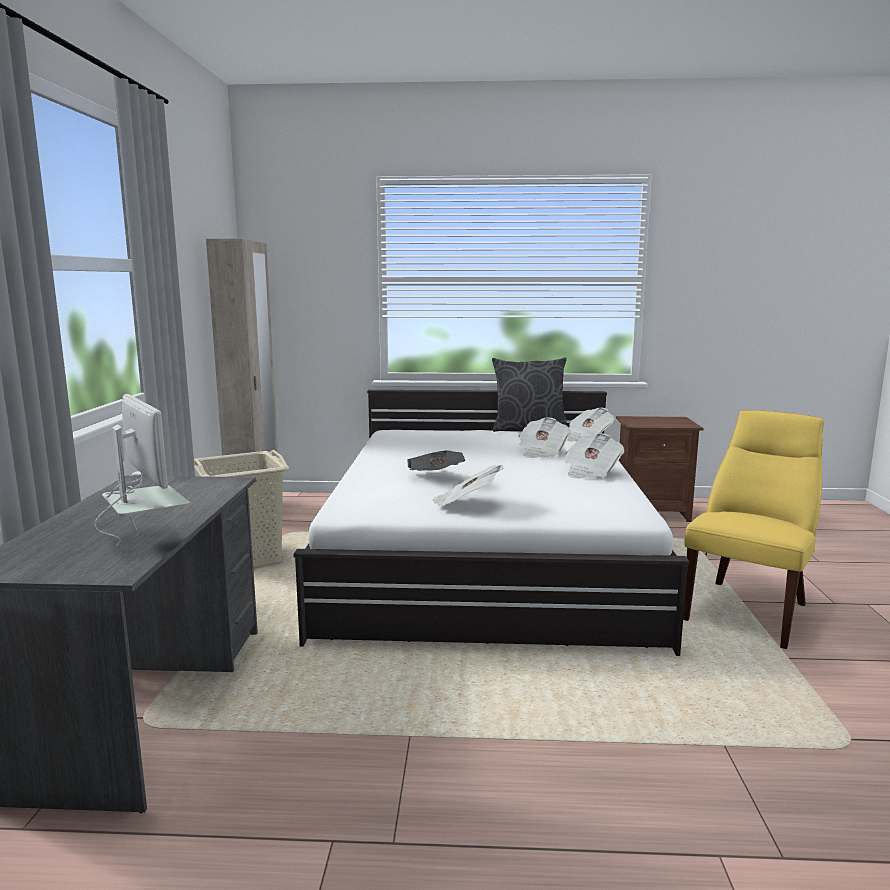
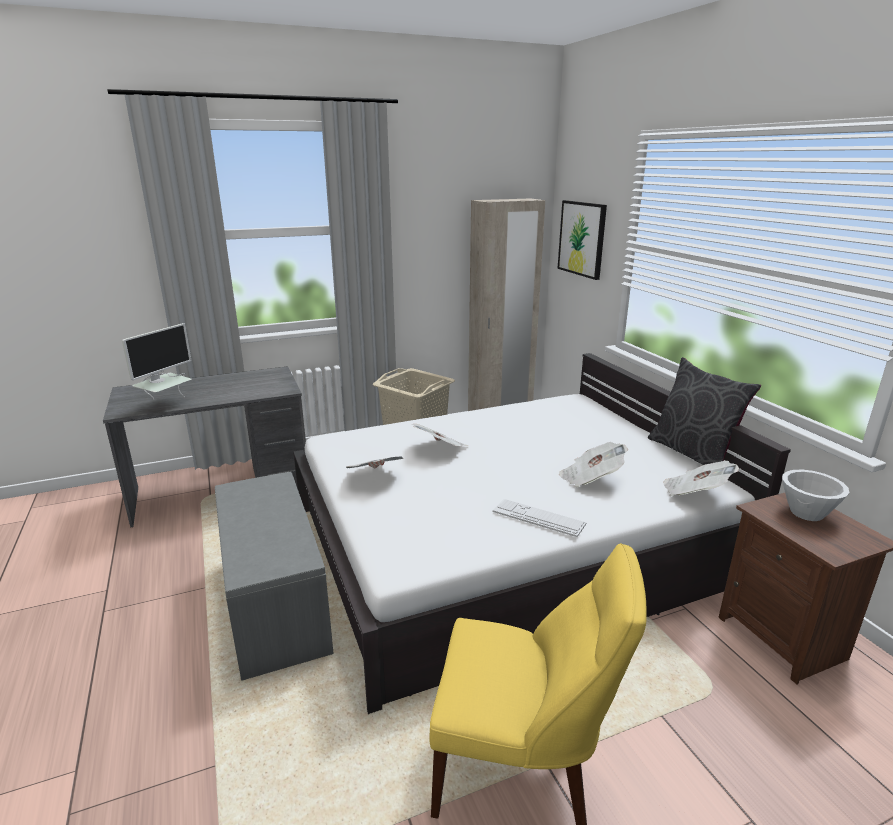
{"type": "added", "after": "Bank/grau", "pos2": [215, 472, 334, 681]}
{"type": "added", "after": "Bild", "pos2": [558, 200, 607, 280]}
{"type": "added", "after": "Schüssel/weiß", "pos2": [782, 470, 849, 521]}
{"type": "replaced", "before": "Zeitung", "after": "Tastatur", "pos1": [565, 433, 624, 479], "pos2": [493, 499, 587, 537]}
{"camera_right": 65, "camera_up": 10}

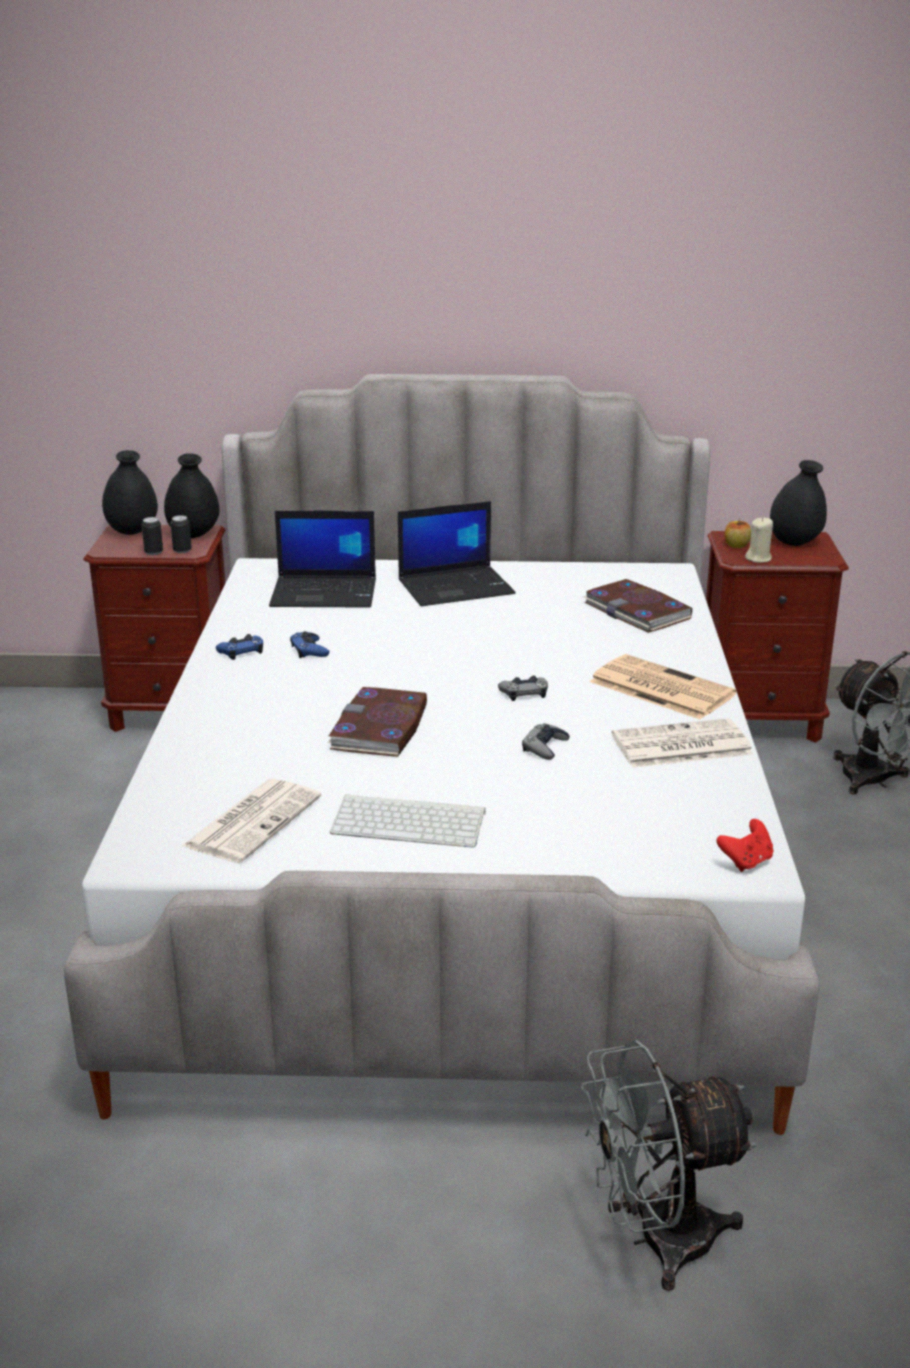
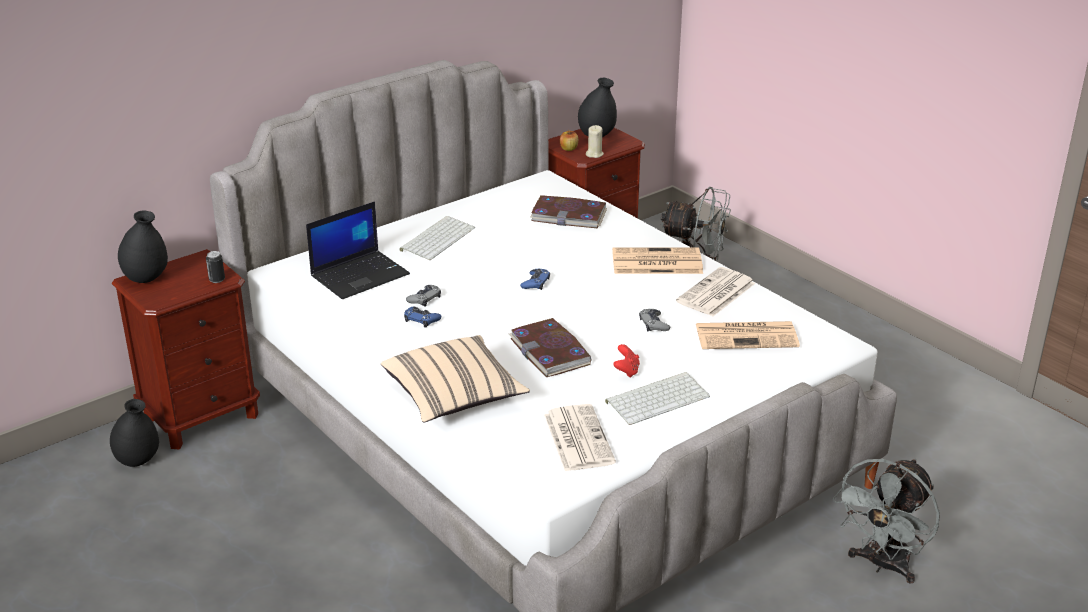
{"type": "removed", "before": "Dose", "pos1": [142, 517, 163, 555]}
{"type": "added", "after": "Kissen/beige", "pos2": [381, 335, 530, 422]}
{"type": "added", "after": "Zeitung", "pos2": [696, 321, 800, 349]}
{"type": "moved", "before": "Vase/schwarz", "pos1": [164, 453, 220, 538], "pos2": [110, 399, 159, 467]}
{"type": "moved", "before": "Gamepad/blau", "pos1": [216, 634, 263, 660], "pos2": [520, 269, 550, 290]}
{"type": "moved", "before": "Gamepad/grau", "pos1": [498, 675, 548, 701], "pos2": [406, 285, 441, 307]}
{"type": "moved", "before": "Gamepad/rot", "pos1": [716, 819, 773, 872], "pos2": [613, 344, 640, 378]}
{"type": "replaced", "before": "Laptop", "after": "Tastatur", "pos1": [398, 501, 515, 606], "pos2": [400, 216, 475, 260]}
{"camera_right": -40, "camera_up": 5}

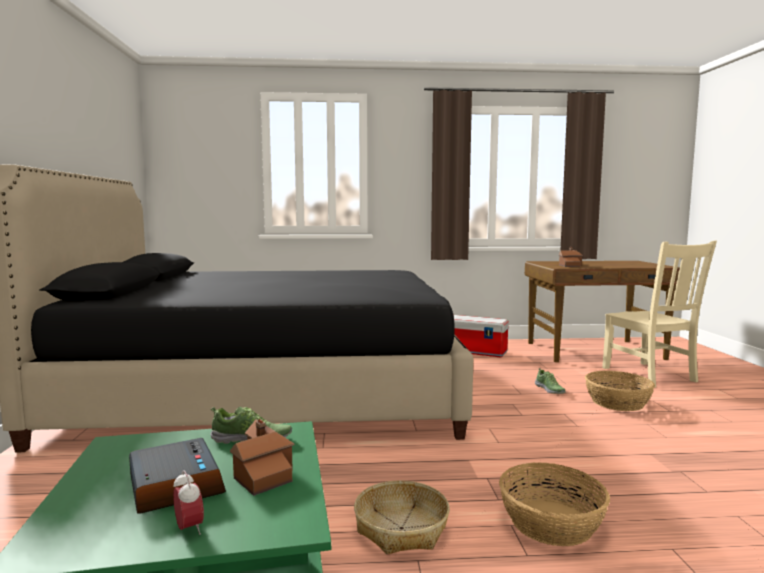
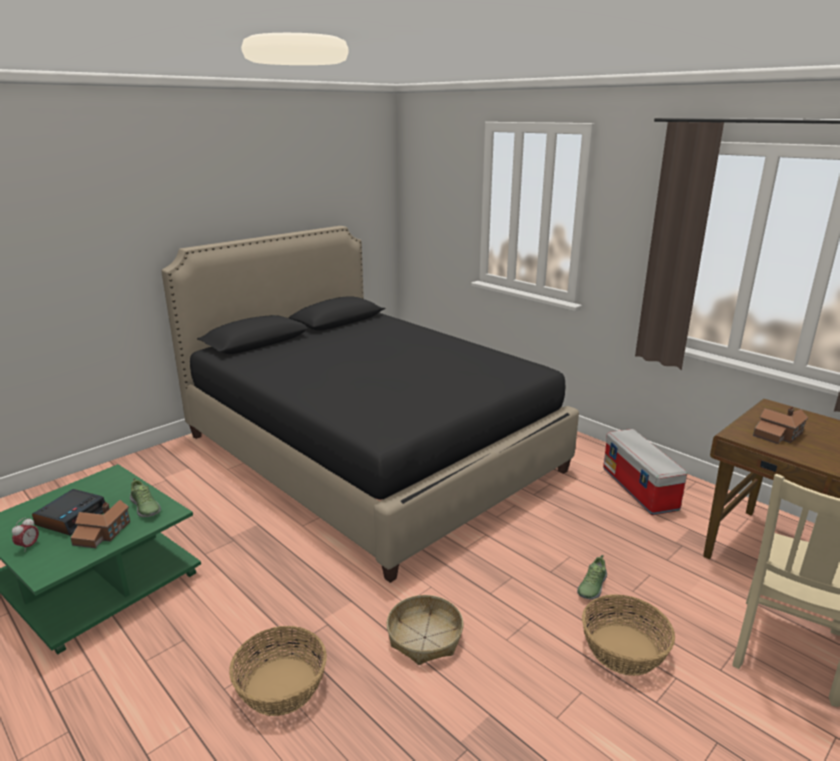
{"type": "moved", "before": "Korb", "pos1": [354, 480, 450, 554], "pos2": [387, 595, 463, 665]}
{"camera_right": 50, "camera_up": 15}

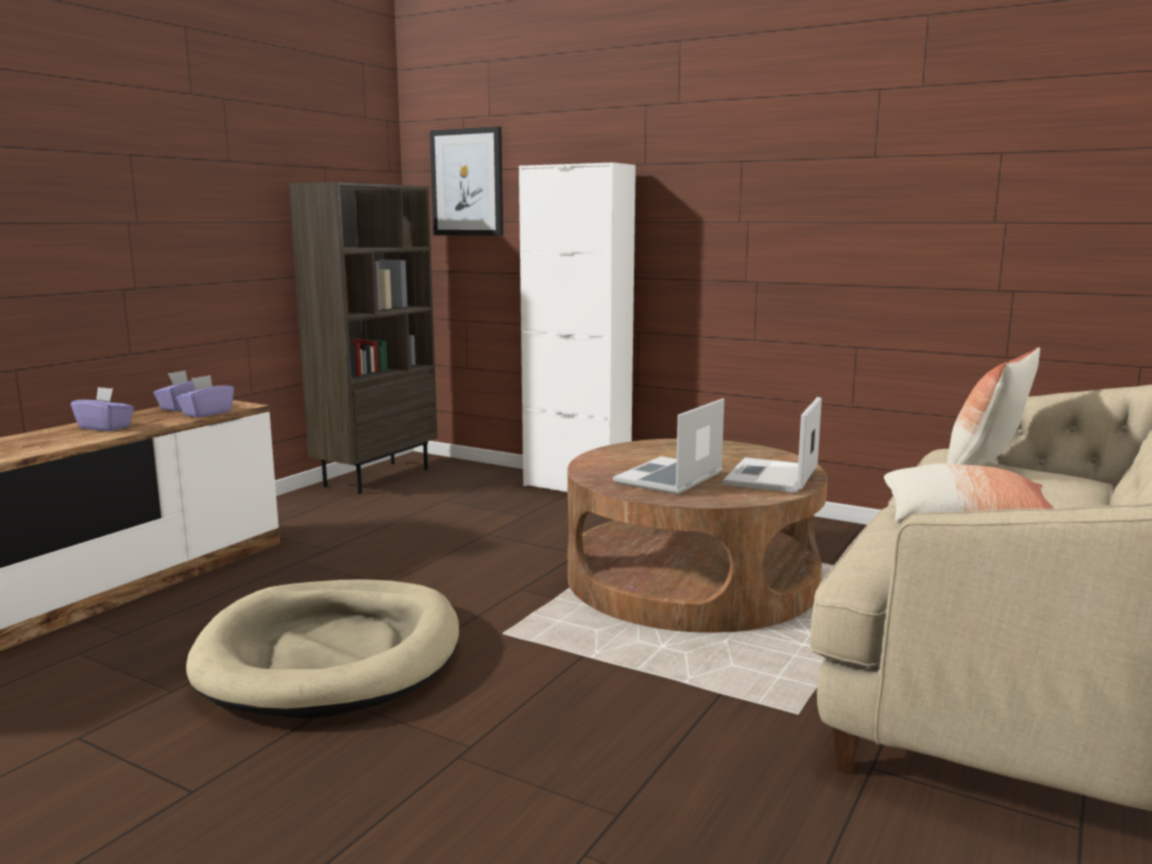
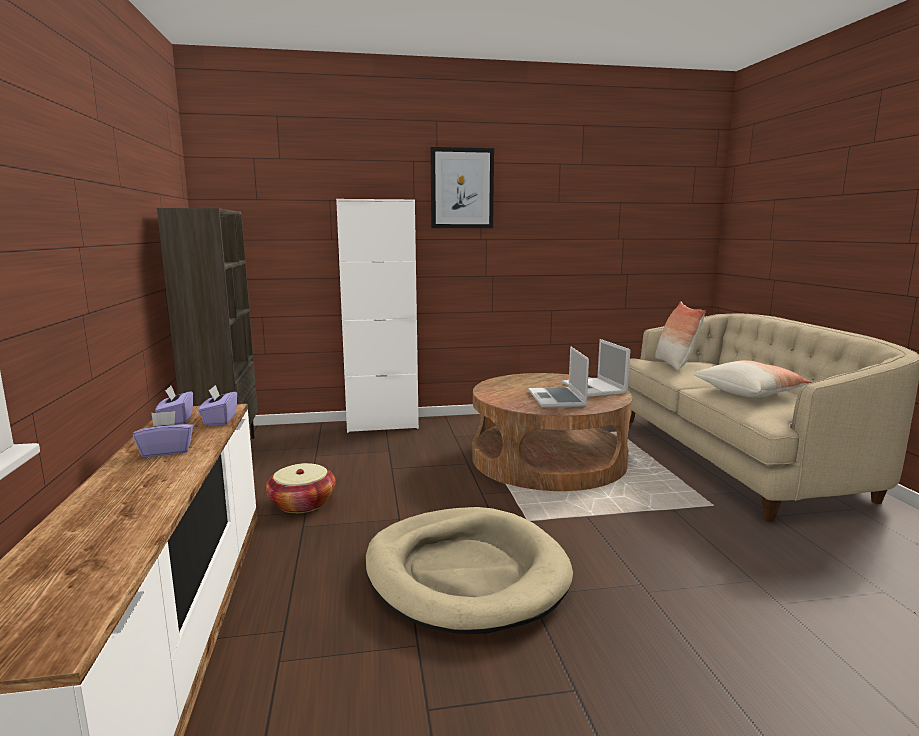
{"type": "added", "after": "Korb", "pos2": [266, 463, 336, 513]}
{"type": "moved", "before": "Bild", "pos1": [430, 126, 503, 236], "pos2": [430, 147, 494, 228]}
{"camera_right": -40, "camera_up": 0}

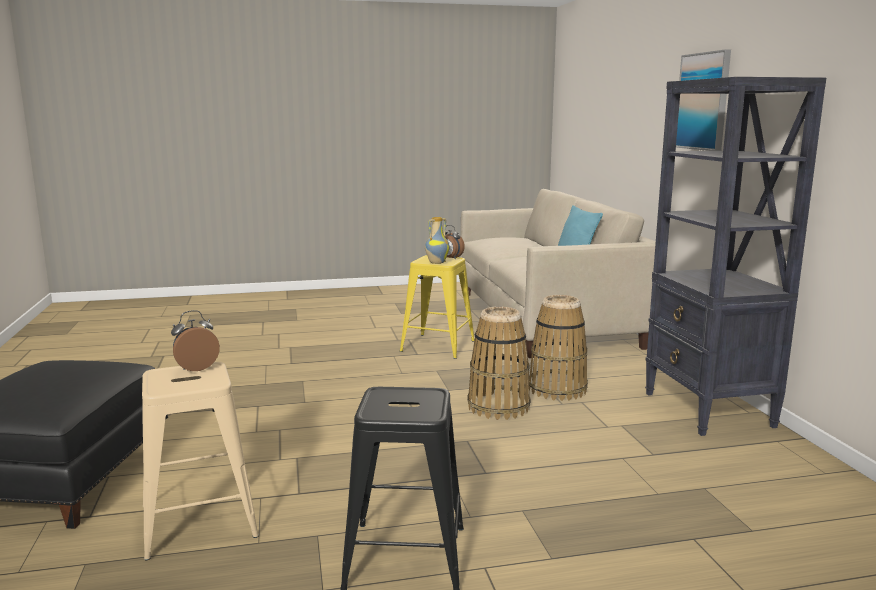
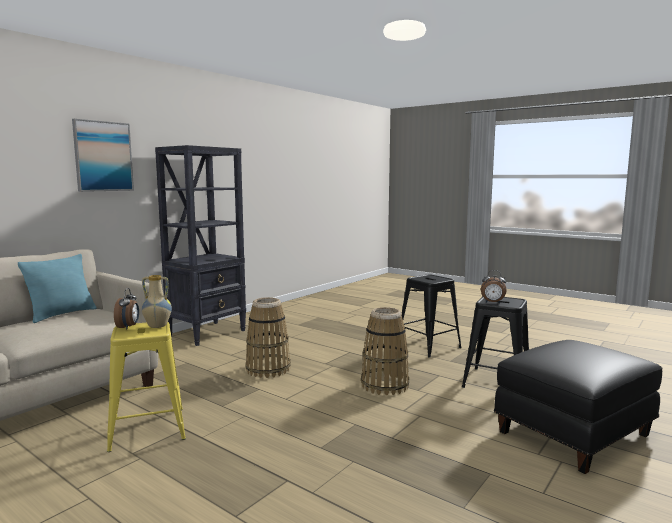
{"type": "moved", "before": "Korb", "pos1": [529, 295, 588, 401], "pos2": [361, 307, 409, 396]}
{"type": "recoloured", "before": "Hocker/beige", "after": "Hocker/schwarz", "pos1": [142, 362, 259, 560], "pos2": [462, 297, 529, 388]}
{"camera_right": -130, "camera_up": -5}

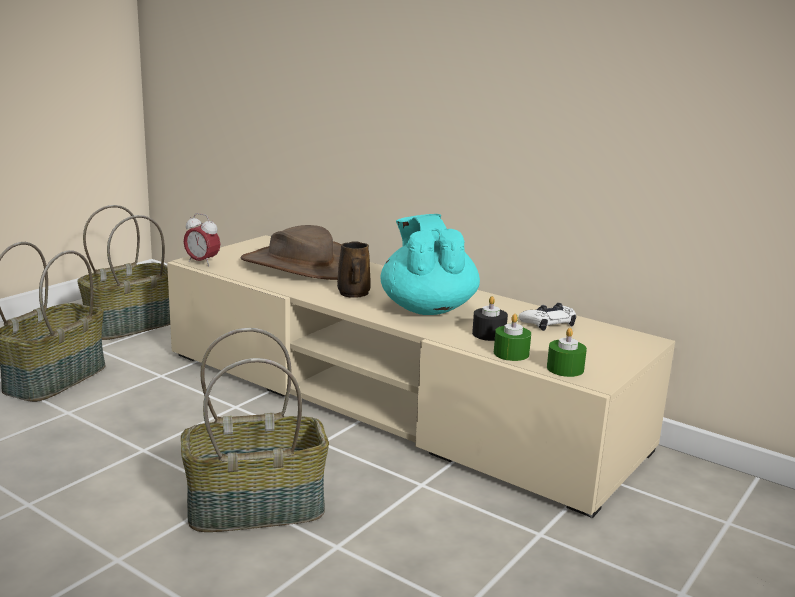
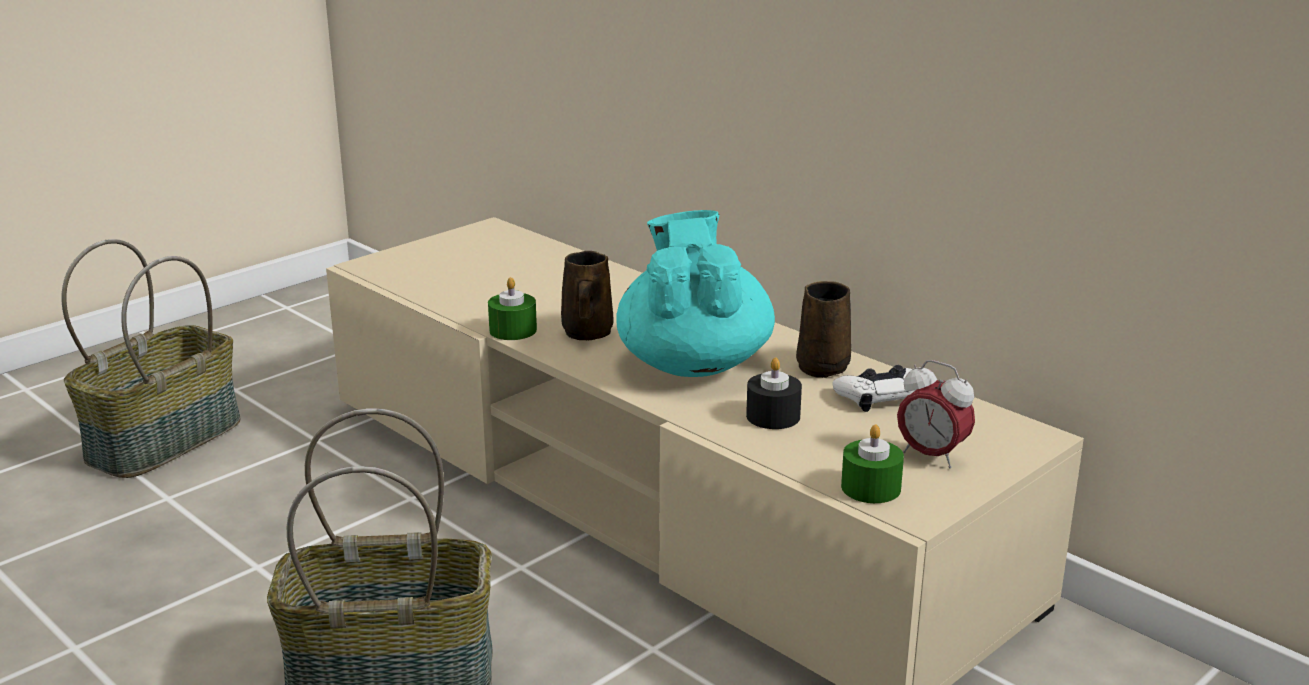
{"type": "removed", "before": "Korb", "pos1": [77, 205, 170, 340]}
{"type": "removed", "before": "Hut/braun", "pos1": [240, 225, 342, 280]}
{"type": "added", "after": "Henkelbecher/braun", "pos2": [796, 281, 851, 378]}
{"type": "moved", "before": "Wecker", "pos1": [184, 213, 220, 266], "pos2": [897, 360, 975, 469]}
{"type": "moved", "before": "Kerze/grün", "pos1": [494, 314, 531, 361], "pos2": [488, 277, 537, 340]}
{"camera_right": 10, "camera_up": 5}

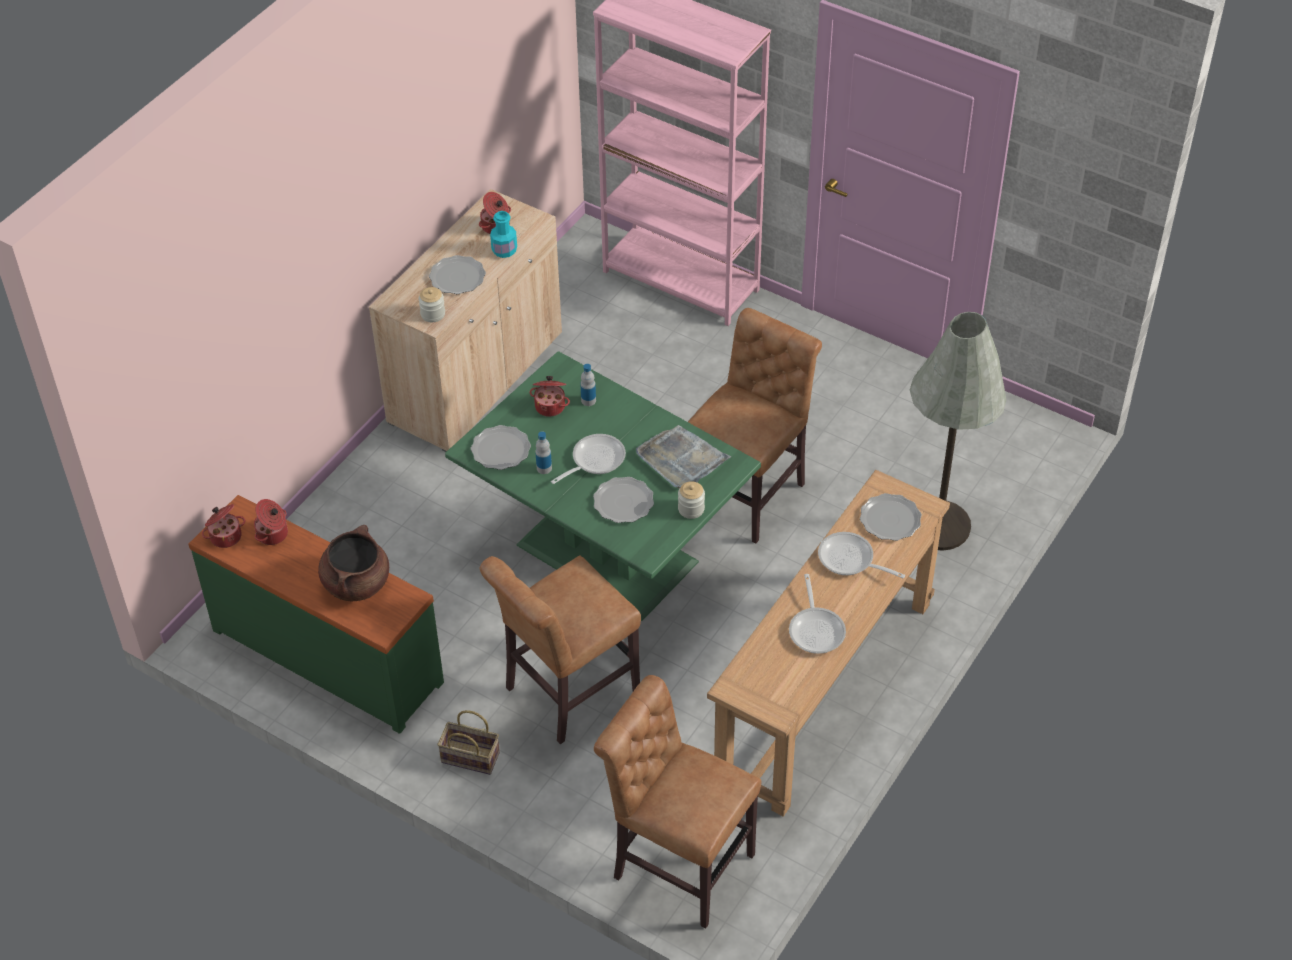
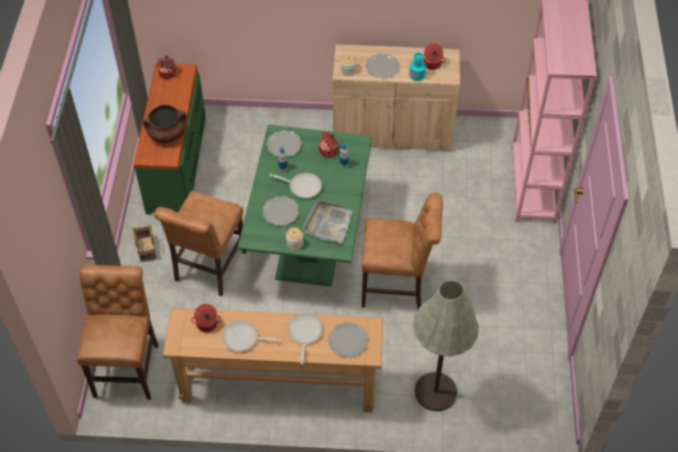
{"type": "moved", "before": "Kochtopf", "pos1": [254, 499, 288, 545], "pos2": [191, 304, 221, 332]}
{"type": "turned", "before": "Stuhl/braun", "pos1": [480, 555, 641, 744], "pos2": [154, 191, 247, 296], "turn": -90}
{"type": "turned", "before": "Pfanne", "pos1": [789, 574, 846, 654], "pos2": [222, 320, 281, 351], "turn": 45}
{"camera_right": 60, "camera_up": 5}

